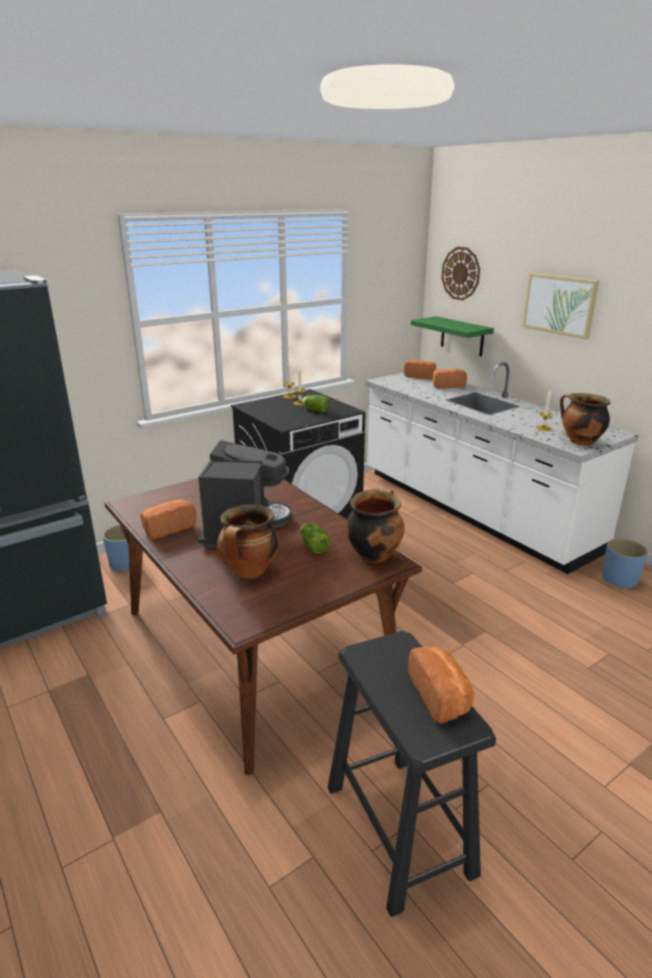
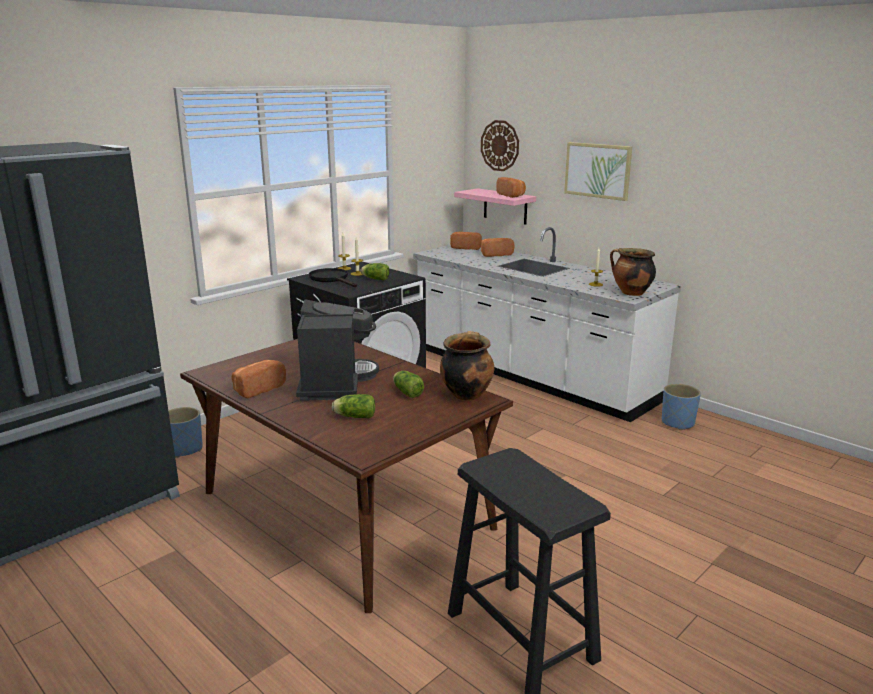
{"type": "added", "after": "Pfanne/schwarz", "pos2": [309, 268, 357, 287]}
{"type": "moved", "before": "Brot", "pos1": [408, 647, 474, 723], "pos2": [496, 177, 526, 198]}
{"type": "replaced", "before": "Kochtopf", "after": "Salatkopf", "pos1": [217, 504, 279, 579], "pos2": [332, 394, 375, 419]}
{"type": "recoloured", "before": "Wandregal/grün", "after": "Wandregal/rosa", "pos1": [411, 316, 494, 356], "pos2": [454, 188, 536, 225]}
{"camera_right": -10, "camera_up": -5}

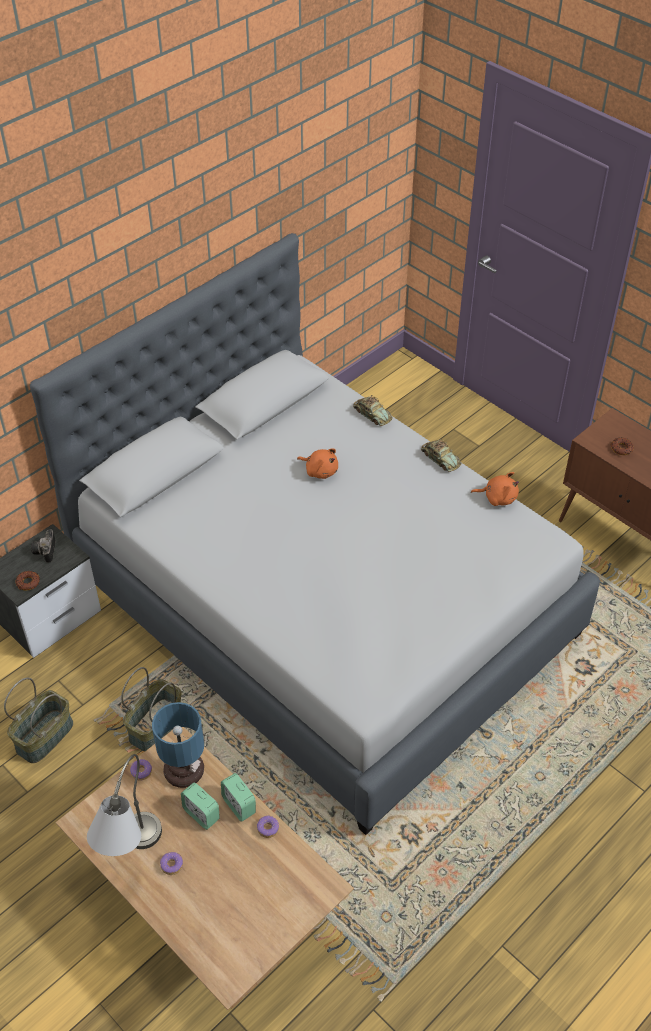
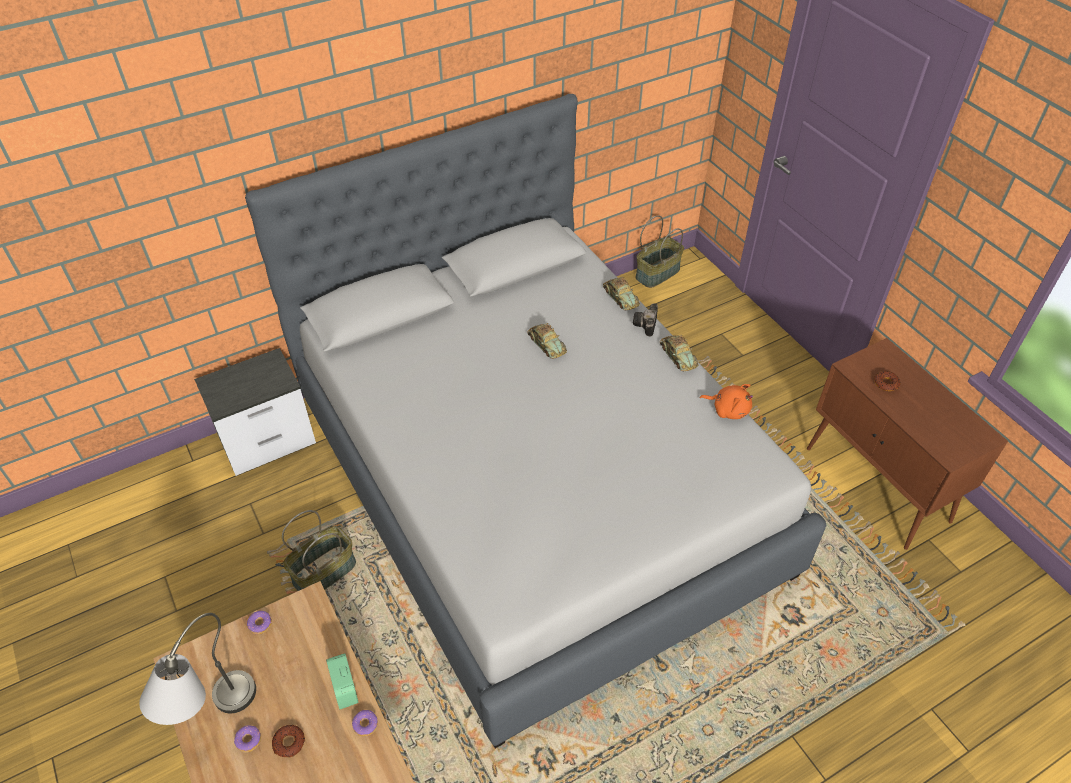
{"type": "removed", "before": "Tischlampe", "pos1": [152, 702, 204, 788]}
{"type": "removed", "before": "Wecker", "pos1": [181, 783, 220, 830]}
{"type": "moved", "before": "Korb", "pos1": [4, 678, 73, 763], "pos2": [636, 215, 684, 288]}
{"type": "moved", "before": "Donut", "pos1": [15, 571, 40, 590], "pos2": [272, 725, 305, 757]}
{"type": "moved", "before": "Kamera", "pos1": [31, 530, 56, 562], "pos2": [633, 303, 658, 337]}
{"type": "replaced", "before": "Plüschtier/orange", "after": "Spielzeugauto", "pos1": [297, 448, 338, 479], "pos2": [527, 323, 567, 359]}
{"camera_right": 15, "camera_up": 0}

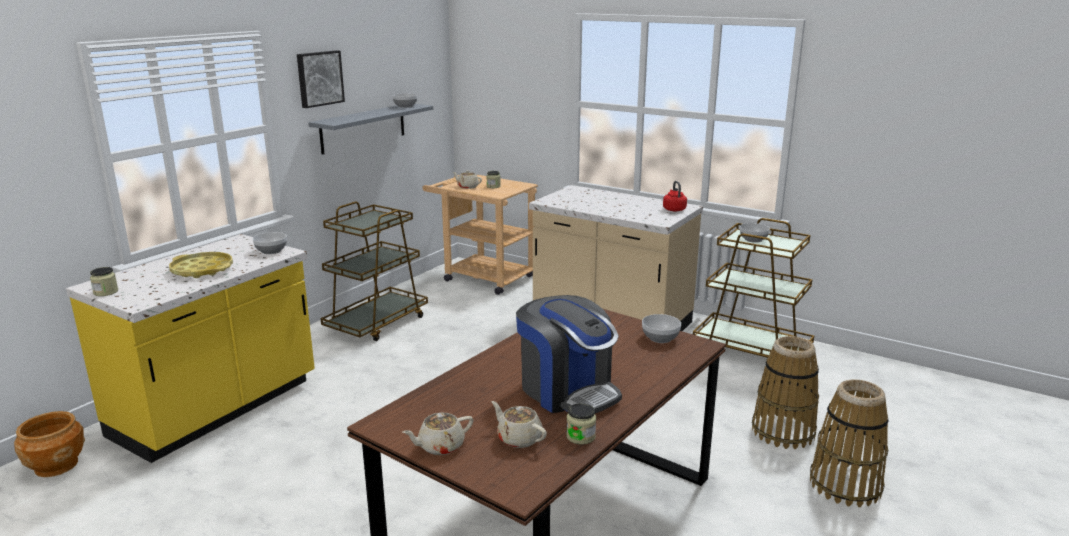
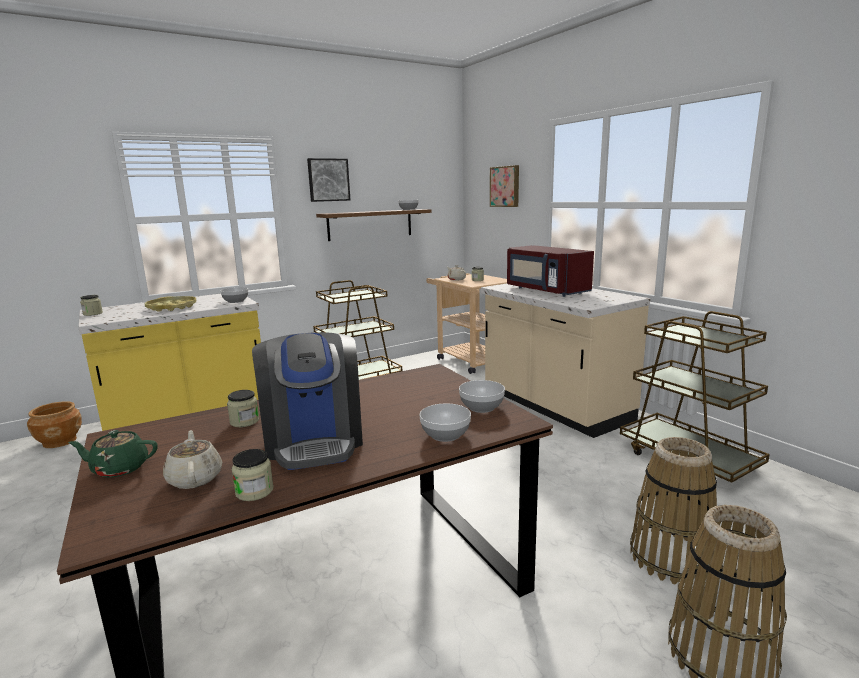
{"type": "removed", "before": "Wasserkessel/rot", "pos1": [663, 181, 687, 211]}
{"type": "added", "after": "Vorratsglas", "pos2": [227, 390, 259, 427]}
{"type": "added", "after": "Bild", "pos2": [490, 165, 519, 207]}
{"type": "added", "after": "Mikrowelle/rot", "pos2": [507, 245, 594, 297]}
{"type": "moved", "before": "Schüssel", "pos1": [740, 223, 770, 243], "pos2": [420, 404, 471, 442]}
{"type": "recoloured", "before": "Wandregal/grau", "after": "Wandregal/braun", "pos1": [308, 104, 433, 155], "pos2": [316, 209, 431, 241]}
{"type": "recoloured", "before": "Teekanne/beige", "after": "Teekanne/grün", "pos1": [402, 413, 473, 455], "pos2": [68, 430, 158, 478]}
{"camera_right": 25, "camera_up": -5}

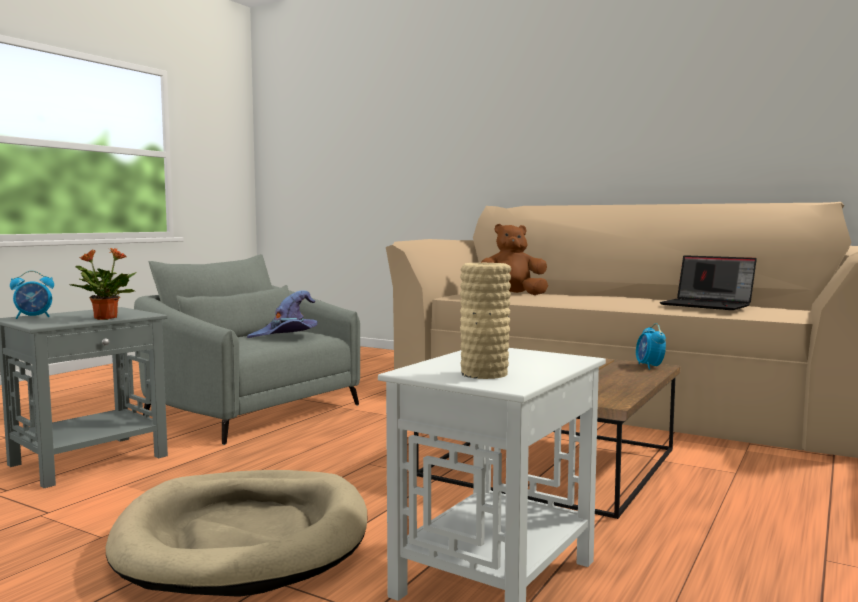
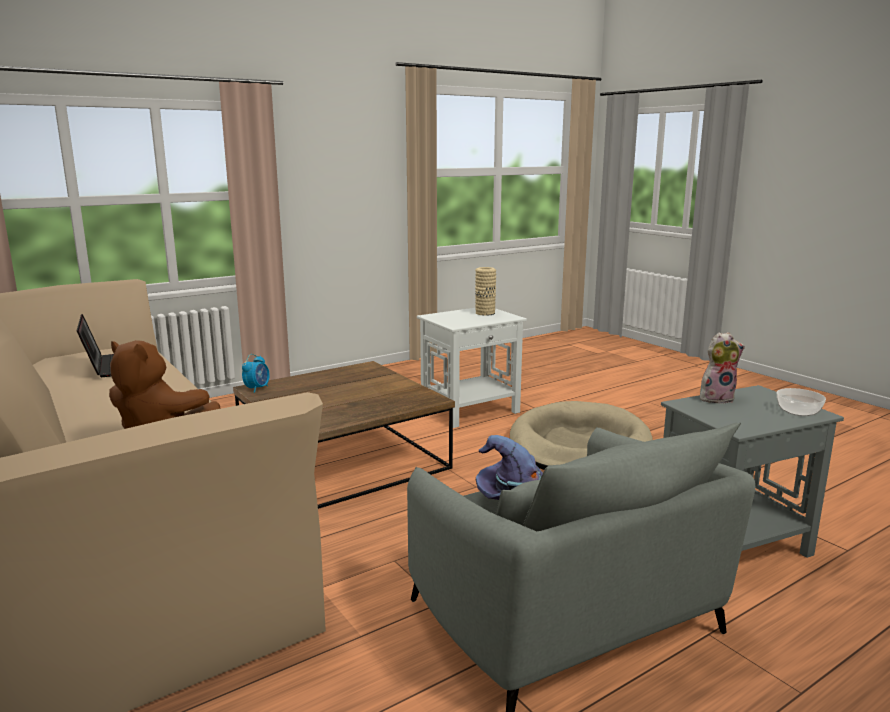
{"type": "replaced", "before": "Wecker", "after": "Schüssel", "pos1": [10, 271, 54, 319], "pos2": [777, 388, 826, 416]}
{"type": "replaced", "before": "Topfpflanze", "after": "Plüschtier", "pos1": [68, 248, 137, 320], "pos2": [700, 332, 745, 404]}
{"camera_right": -155, "camera_up": 10}

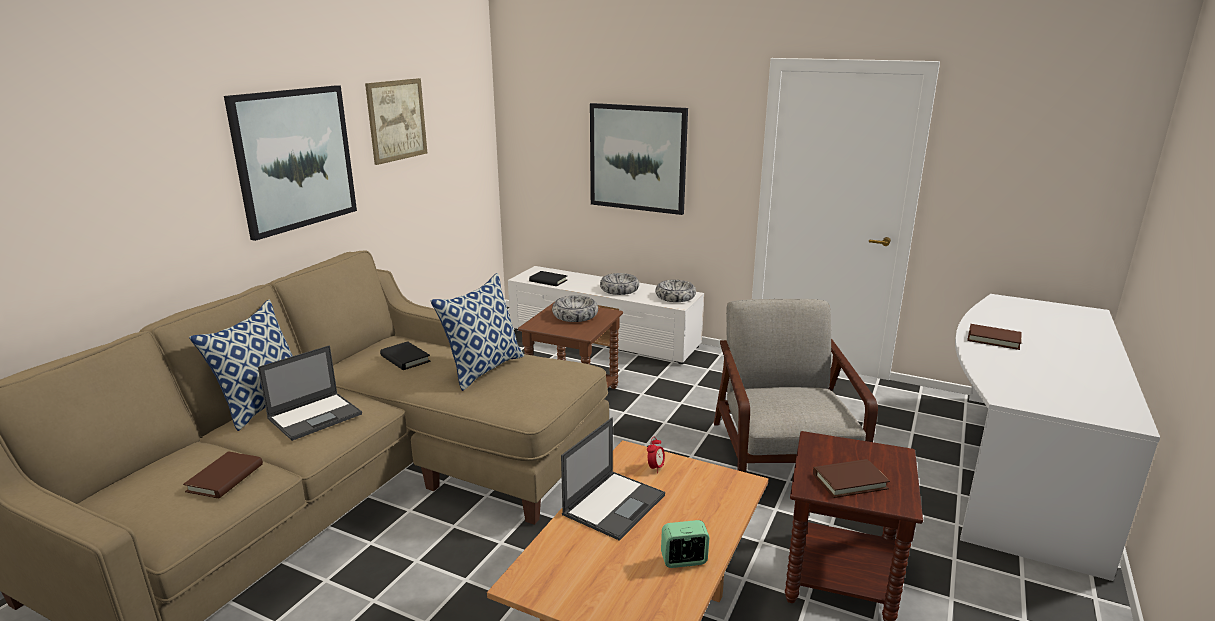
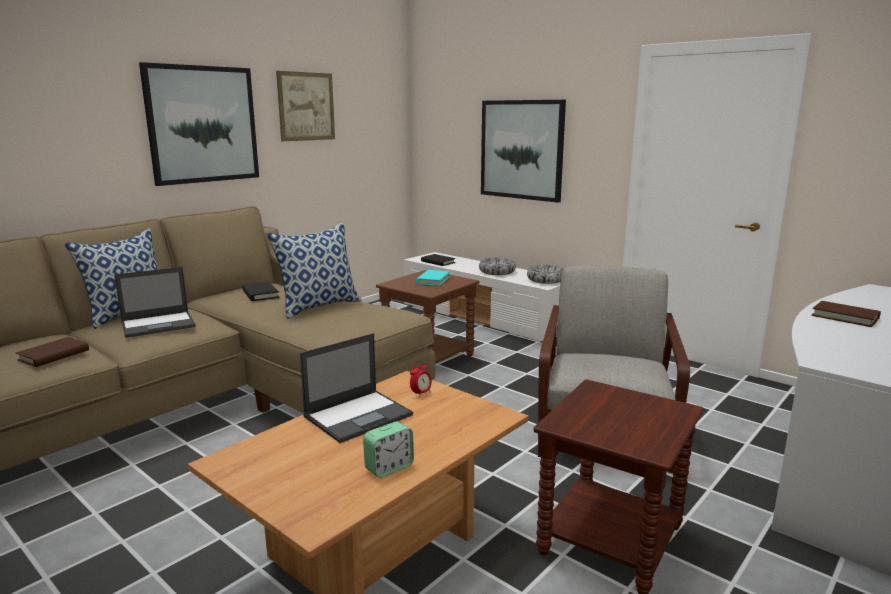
{"type": "removed", "before": "Buch/braun", "pos1": [813, 459, 890, 498]}
{"type": "replaced", "before": "Schüssel", "after": "Buch/türkis", "pos1": [552, 295, 598, 322], "pos2": [416, 270, 450, 286]}
{"type": "turned", "before": "Wecker", "pos1": [661, 520, 710, 568], "pos2": [363, 422, 414, 478], "turn": 135}
{"camera_right": 15, "camera_up": -5}

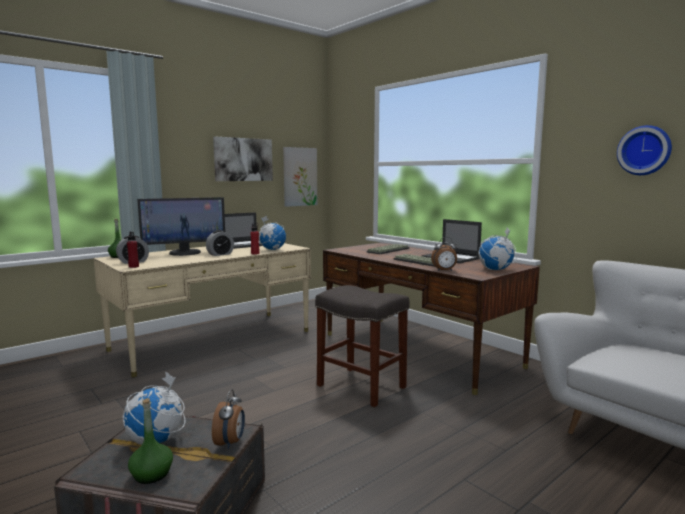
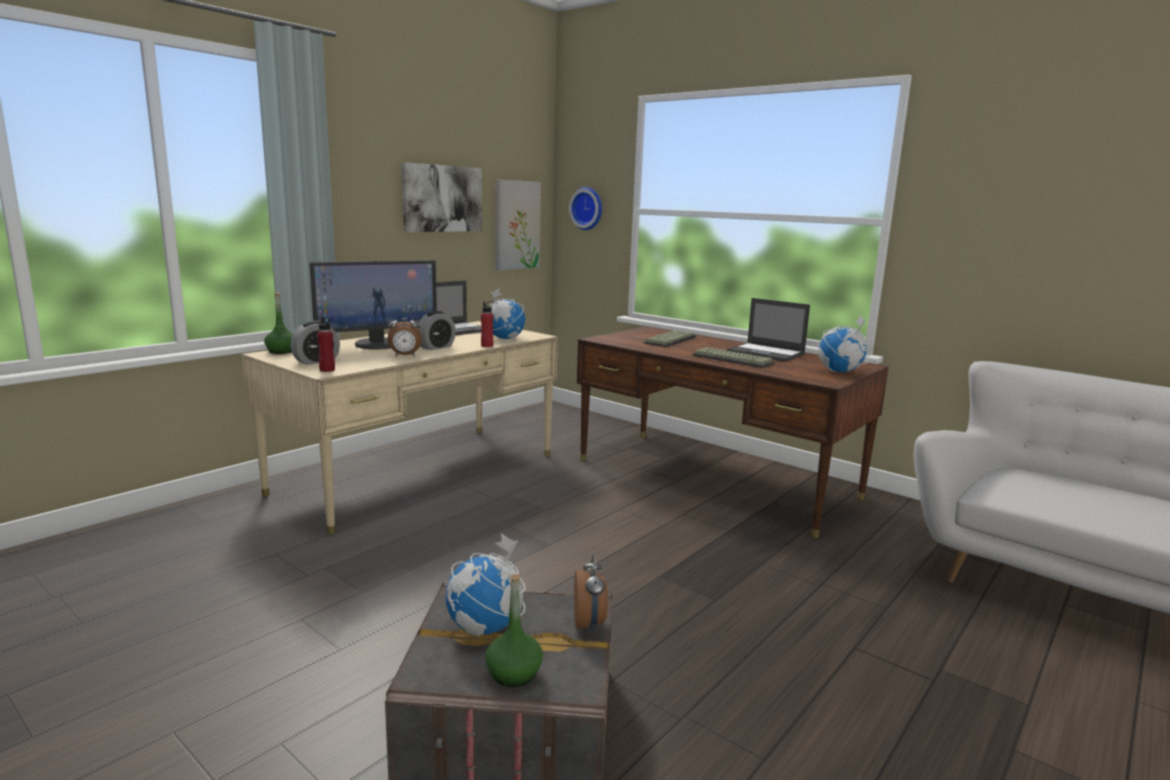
{"type": "removed", "before": "Hocker/grau", "pos1": [315, 285, 409, 407]}
{"type": "moved", "before": "Wecker", "pos1": [431, 237, 458, 271], "pos2": [388, 311, 422, 356]}
{"type": "moved", "before": "Wanduhr", "pos1": [617, 125, 672, 175], "pos2": [569, 187, 602, 230]}
{"camera_right": -10, "camera_up": 5}

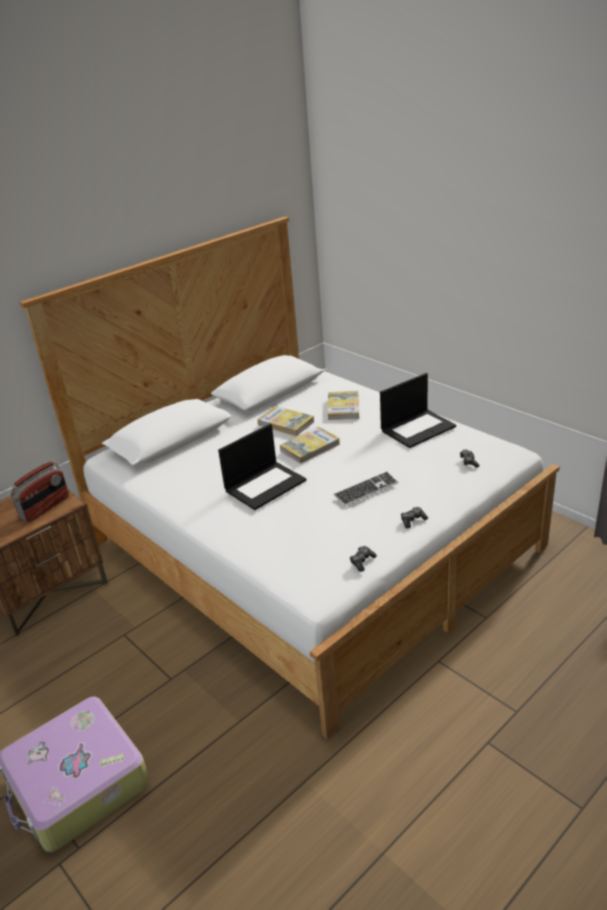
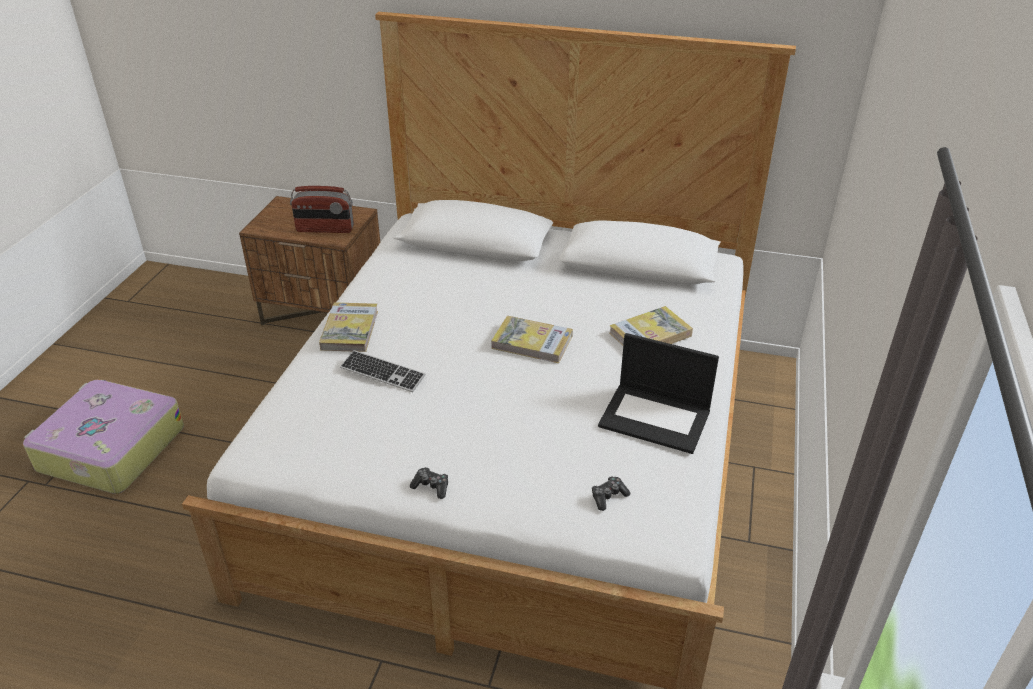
{"type": "removed", "before": "Laptop", "pos1": [218, 424, 306, 510]}
{"type": "removed", "before": "Gamepad", "pos1": [350, 546, 377, 572]}
{"type": "moved", "before": "Buch", "pos1": [257, 406, 314, 436], "pos2": [319, 302, 378, 352]}
{"type": "moved", "before": "Tastatur", "pos1": [334, 471, 398, 506], "pos2": [340, 350, 426, 392]}
{"camera_right": 55, "camera_up": 5}

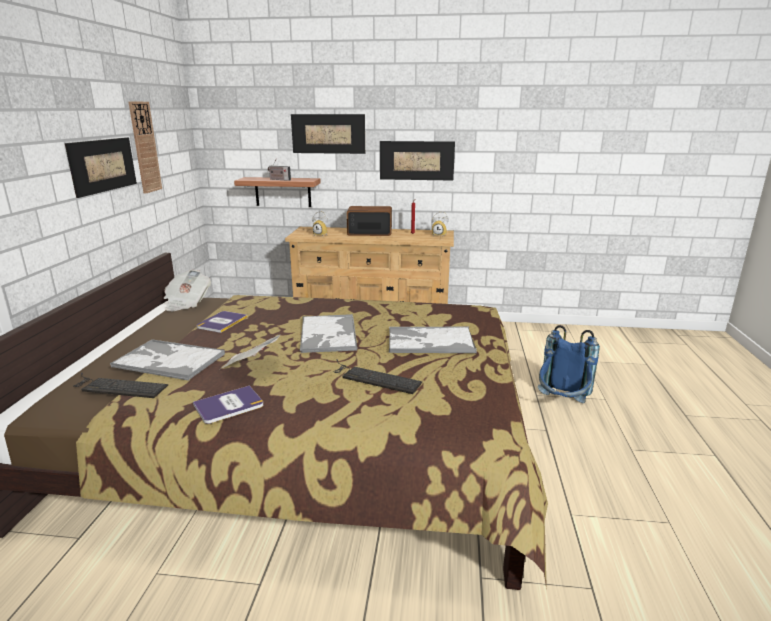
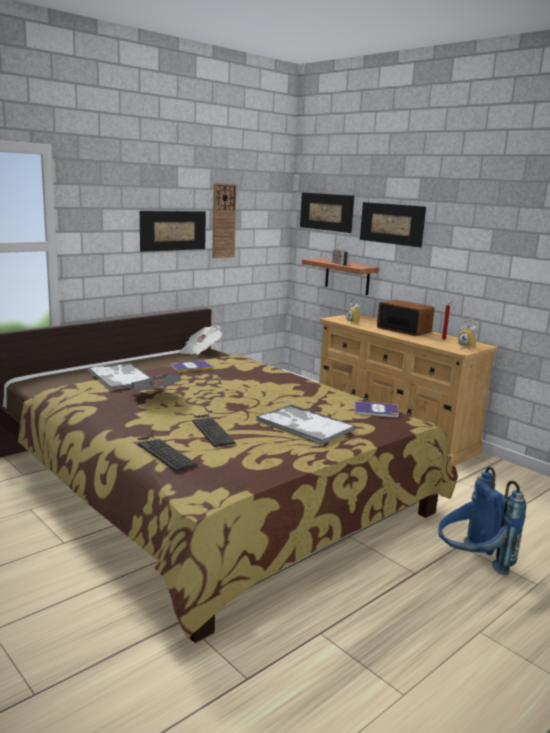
{"type": "removed", "before": "Tablett", "pos1": [300, 314, 357, 353]}
{"type": "moved", "before": "Tastatur", "pos1": [73, 373, 168, 398], "pos2": [137, 430, 198, 472]}
{"type": "moved", "before": "Buch", "pos1": [193, 386, 263, 424], "pos2": [355, 401, 399, 418]}
{"type": "moved", "before": "Bild", "pos1": [380, 141, 455, 181], "pos2": [300, 193, 354, 233]}
{"camera_right": 40, "camera_up": -5}

